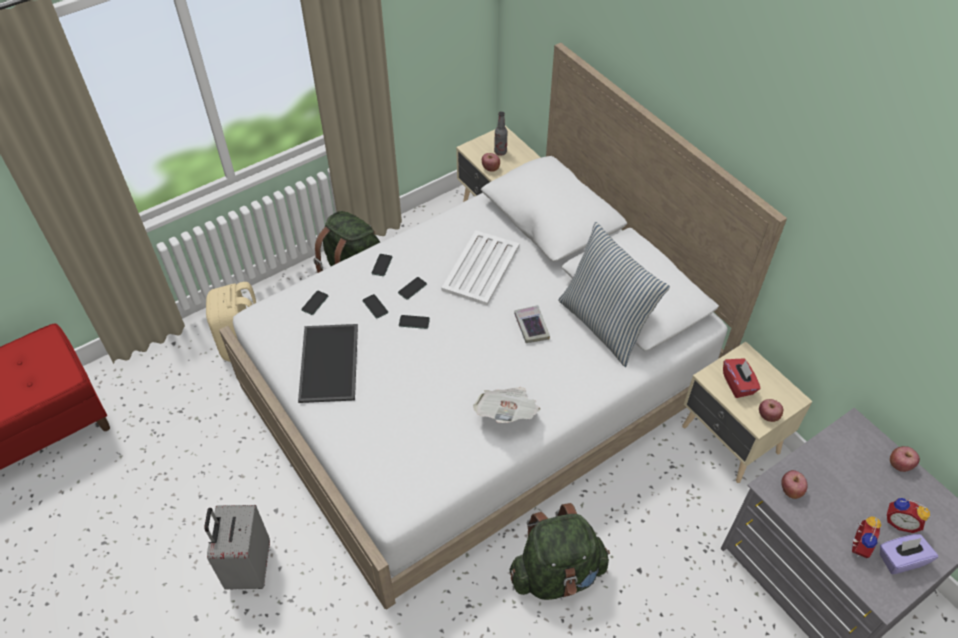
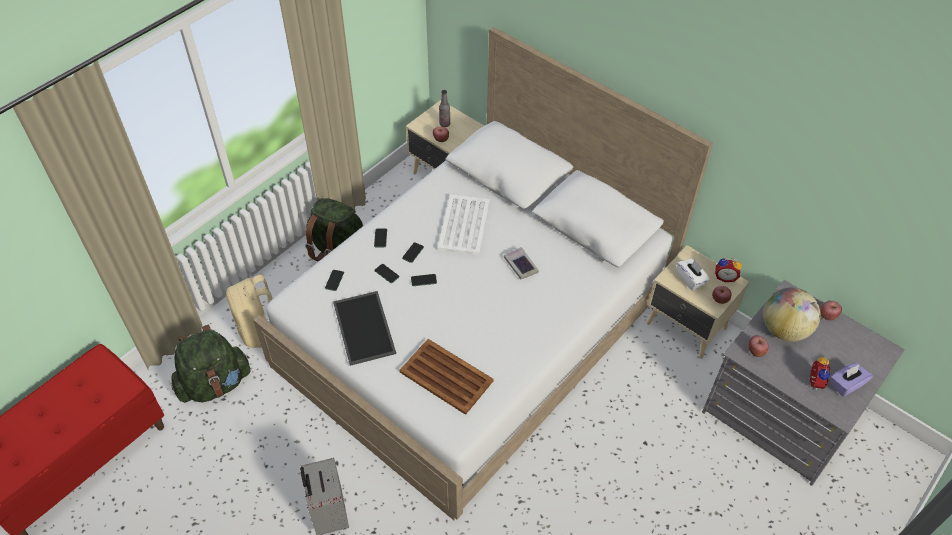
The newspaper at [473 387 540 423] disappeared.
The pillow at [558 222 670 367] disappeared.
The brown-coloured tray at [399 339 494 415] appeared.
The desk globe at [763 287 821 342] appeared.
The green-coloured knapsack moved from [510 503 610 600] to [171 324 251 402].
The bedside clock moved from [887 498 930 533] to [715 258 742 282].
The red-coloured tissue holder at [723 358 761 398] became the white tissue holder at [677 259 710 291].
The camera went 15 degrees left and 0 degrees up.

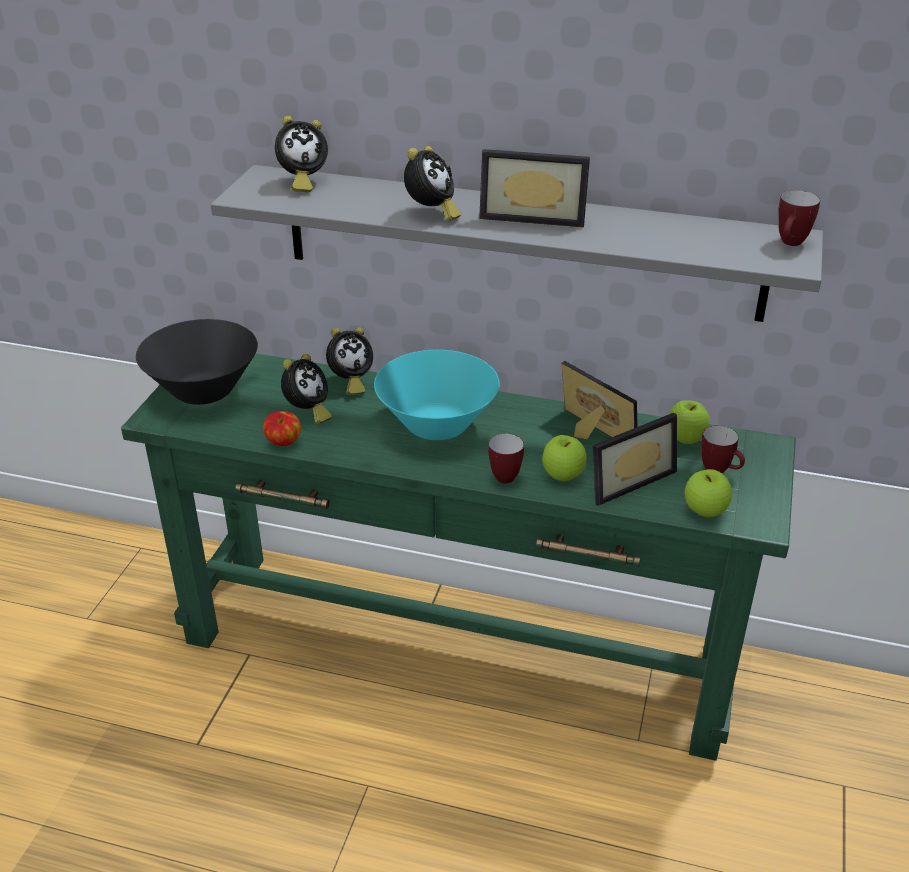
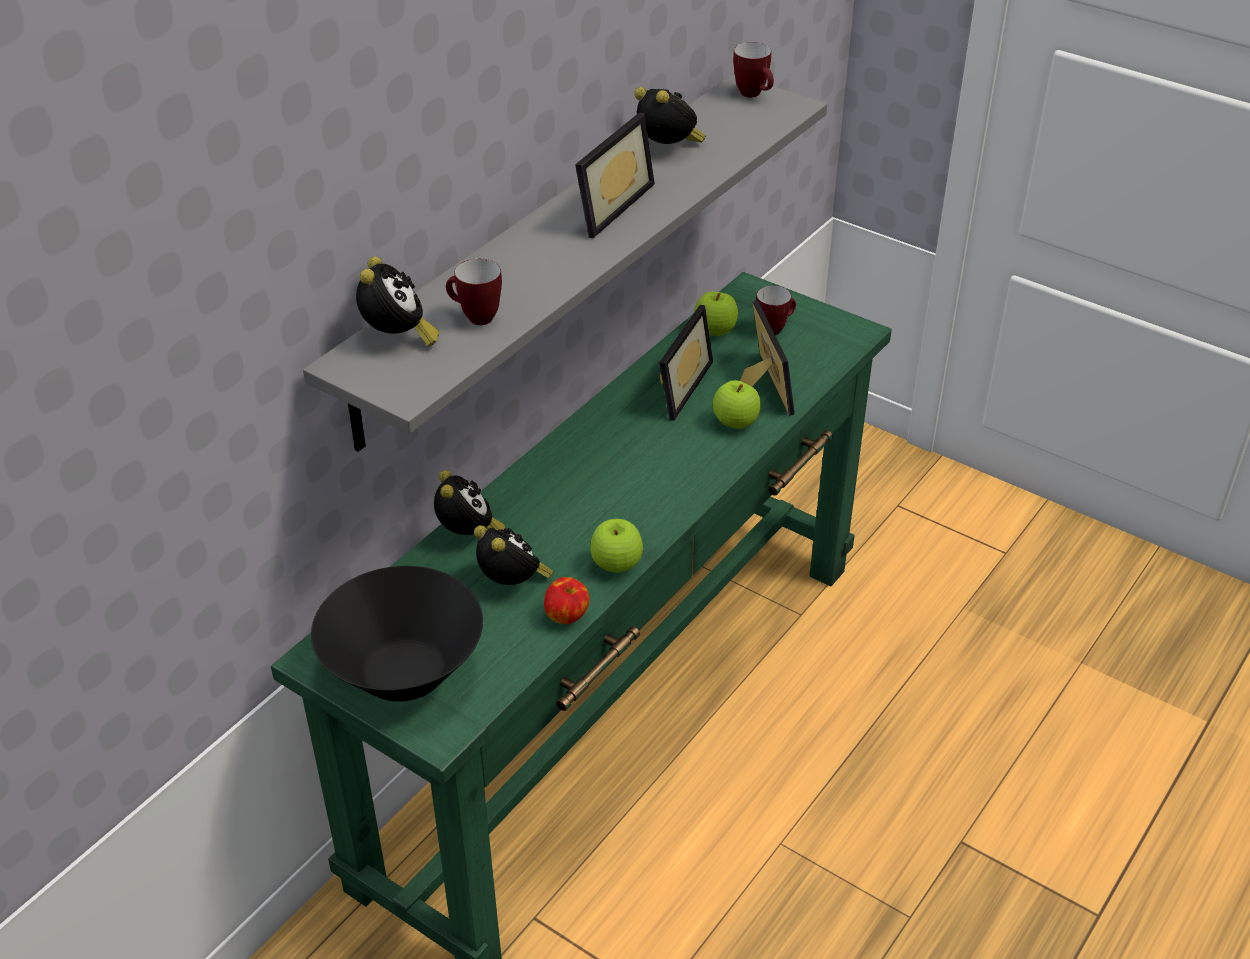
The turquoise bowl at [374 350 500 440] disappeared.
The bedside clock moved from [404 146 462 221] to [634 87 706 144].
The mug moved from [488 433 524 484] to [446 259 502 325].
The apple moved from [685 469 732 517] to [590 519 643 573].
The standing frame at [561 361 638 439] turned 135 degrees clockwise.
The camera went 70 degrees left and 5 degrees up.

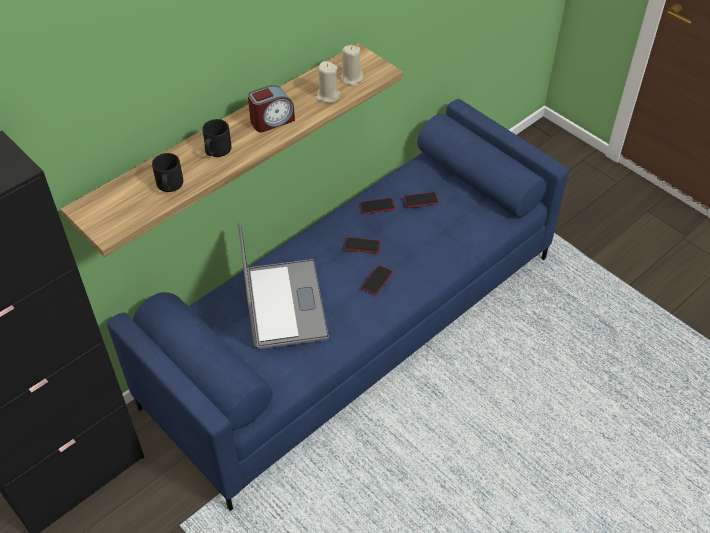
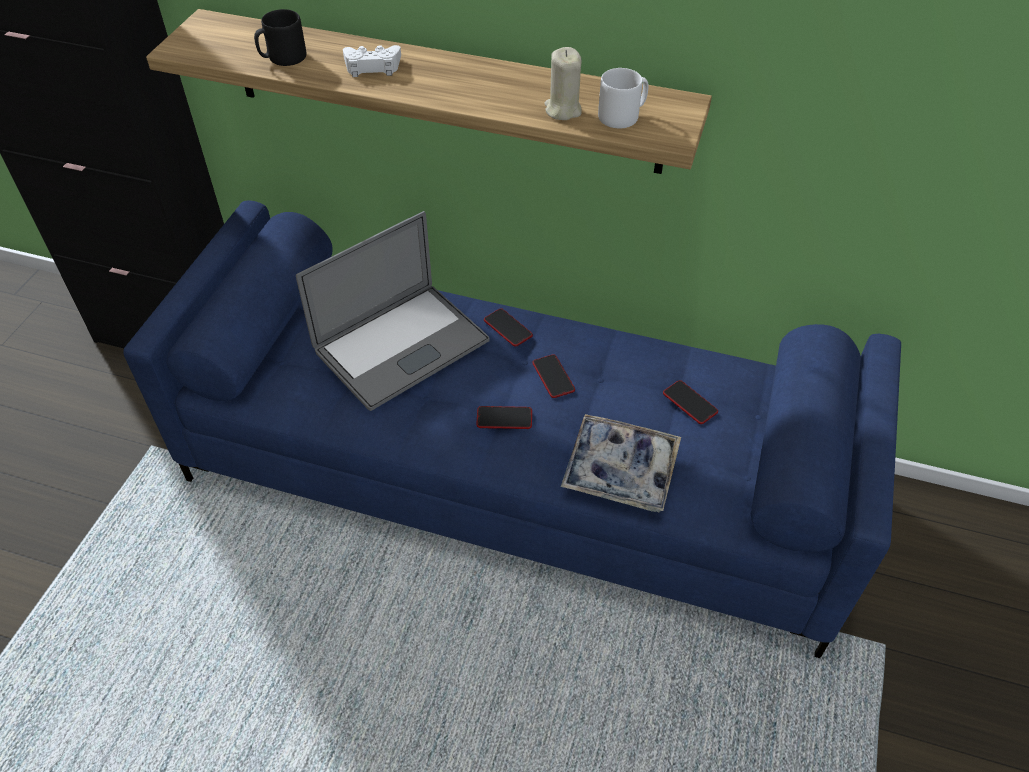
The bedside clock at [248 85 295 132] disappeared.
The tray at [561 414 681 512] appeared.
The phone moved from [360 198 395 214] to [484 308 533 347].
The black-coloured mug at [202 119 232 157] was replaced by the white joypad at [343 45 401 77].
The beige wax candle at [340 45 363 86] was replaced by the white mug at [598 68 648 129].
The camera went 60 degrees right and 0 degrees up.

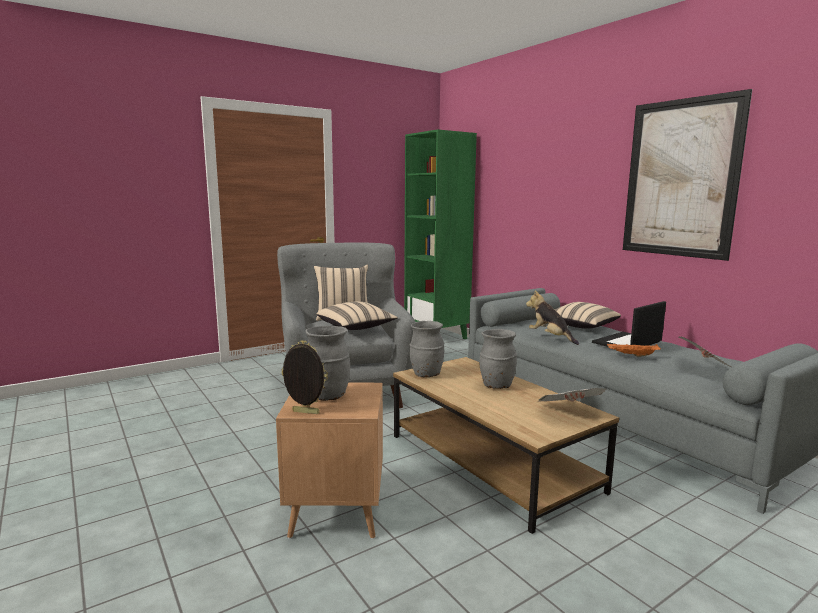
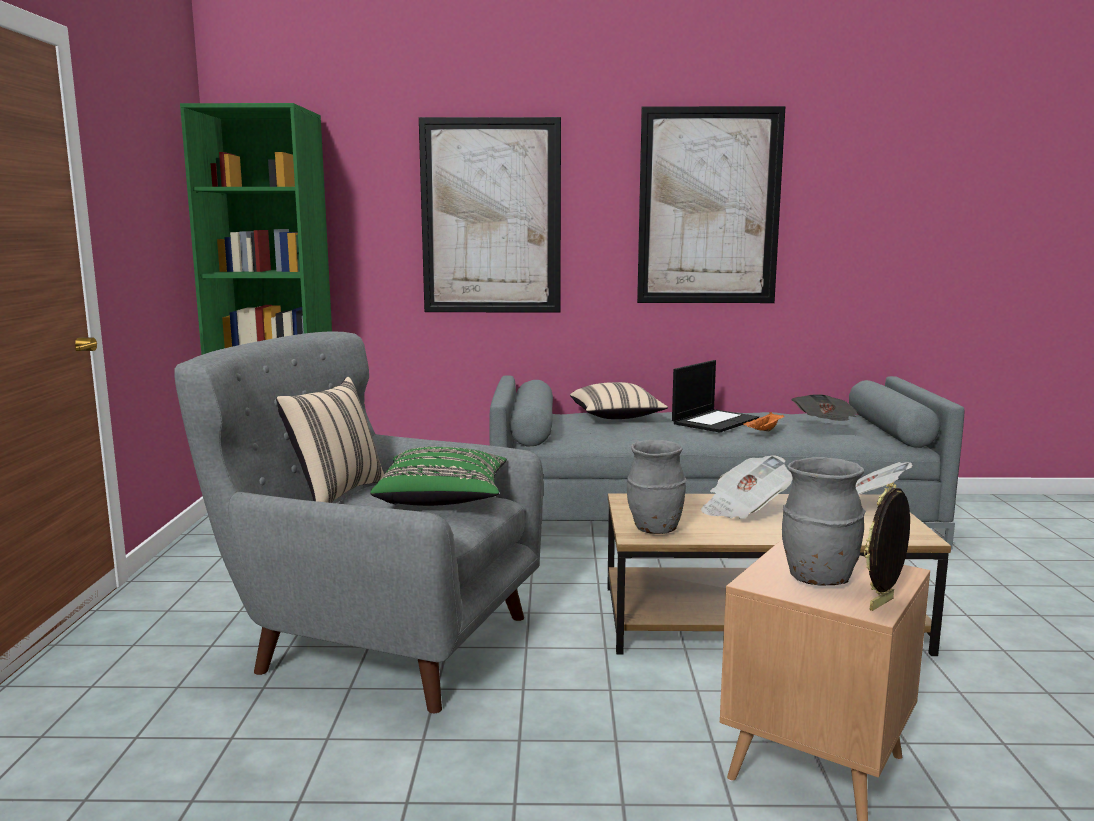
The cuddly toy at [526 291 579 345] disappeared.
The picture at [419 117 561 312] appeared.
The gray decorative vase at [479 329 517 389] was replaced by the newspaper at [701 456 793 519].
The beige pillow at [316 301 398 330] became the green-coloured pillow at [370 447 507 506].
The portable computer at [592 301 666 347] turned 135 degrees counterclockwise.
The camera went 55 degrees left and 0 degrees up.

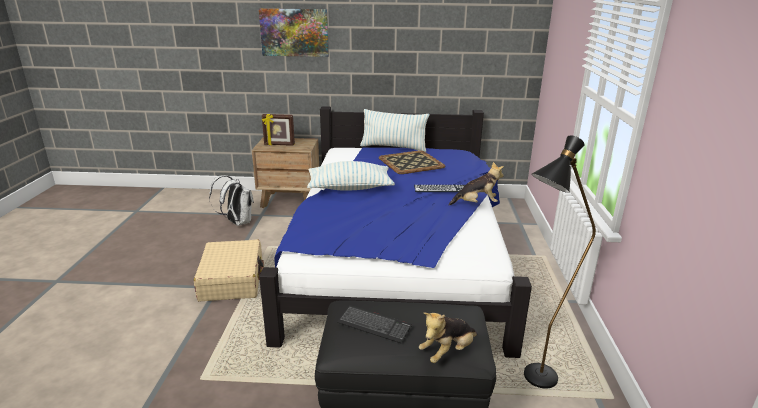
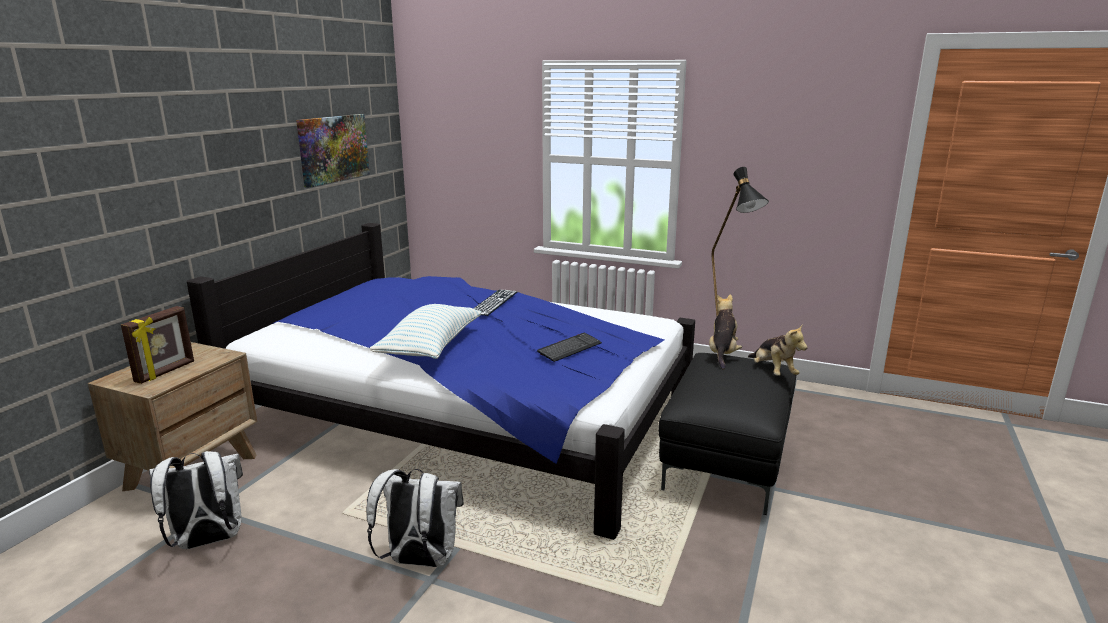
The pillow at [360 109 429 152] disappeared.
The tray at [379 150 445 174] disappeared.
The picture moved from [259 8 329 57] to [296 114 370 187].
The keyboard moved from [337 305 412 344] to [537 333 602 362].
The cuddly toy moved from [448 162 504 205] to [709 294 742 370].
The beige suitcase at [194 239 264 301] was replaced by the white knapsack at [367 469 464 567].
The camera went 70 degrees left and 5 degrees down.

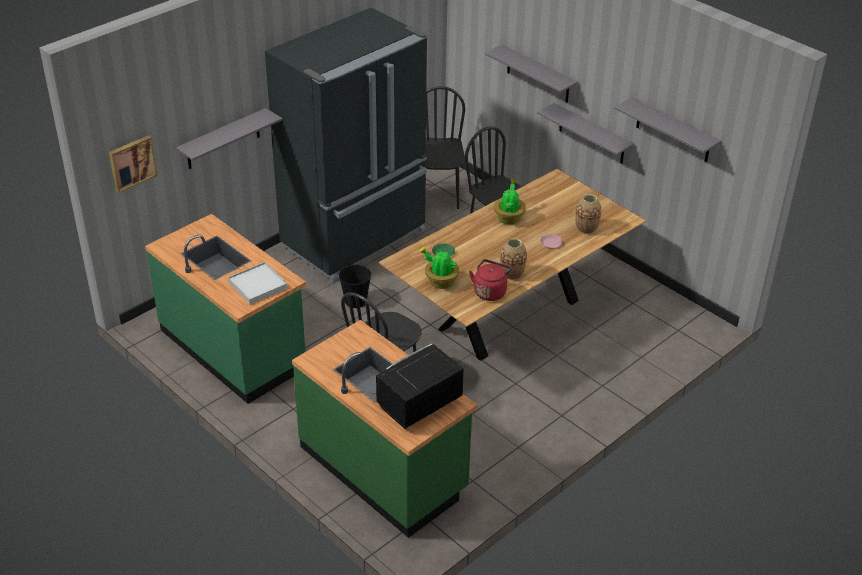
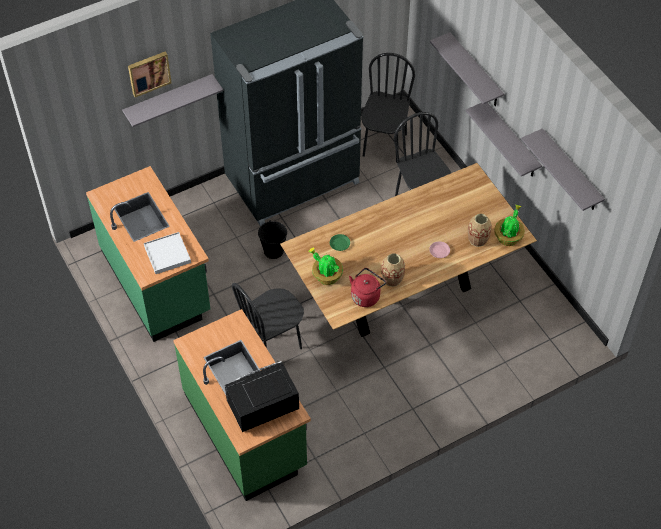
The picture moved from [109 135 158 193] to [128 52 172 98].
The potted plant moved from [494 179 526 225] to [494 205 525 246].
The camera went 15 degrees right and 15 degrees up.

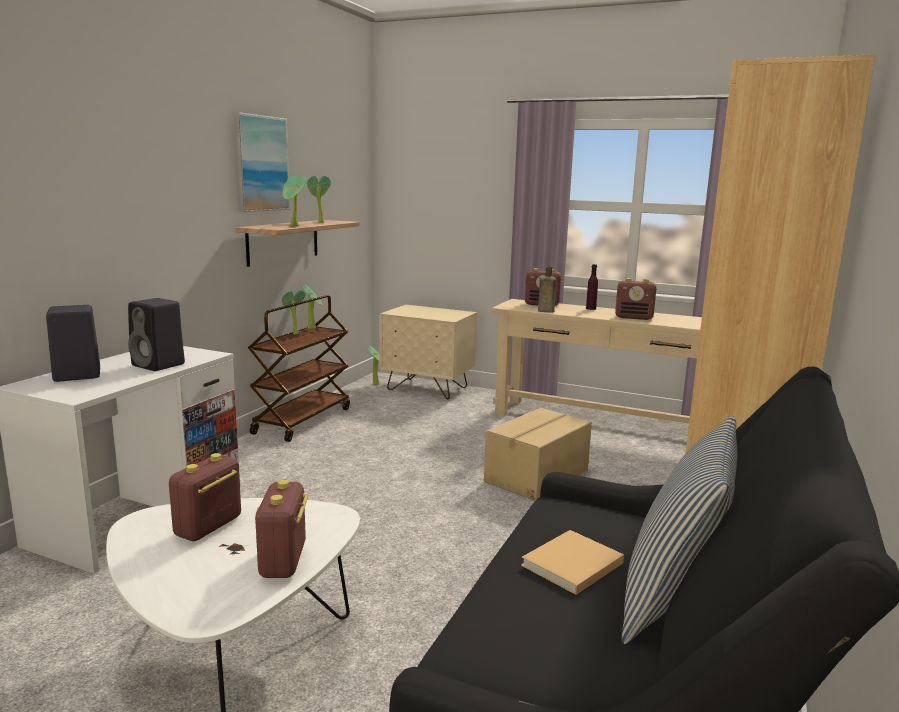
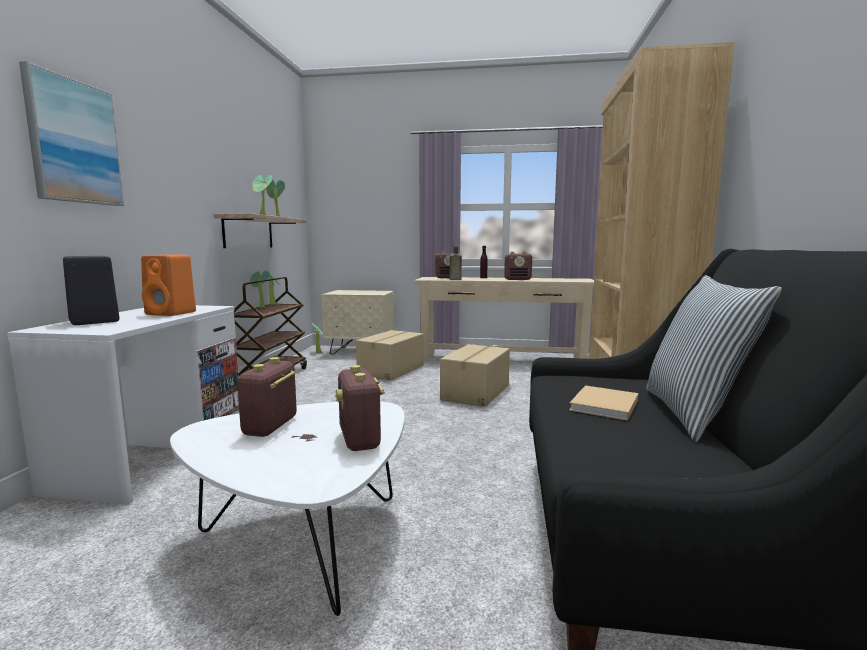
The cardboard box at [356 330 424 381] appeared.
The picture moved from [233 112 290 212] to [19 61 125 206].
The black-coloured audio speaker at [128 298 185 371] became the orange-coloured audio speaker at [141 254 196 316].
The camera went 15 degrees left and 5 degrees down.

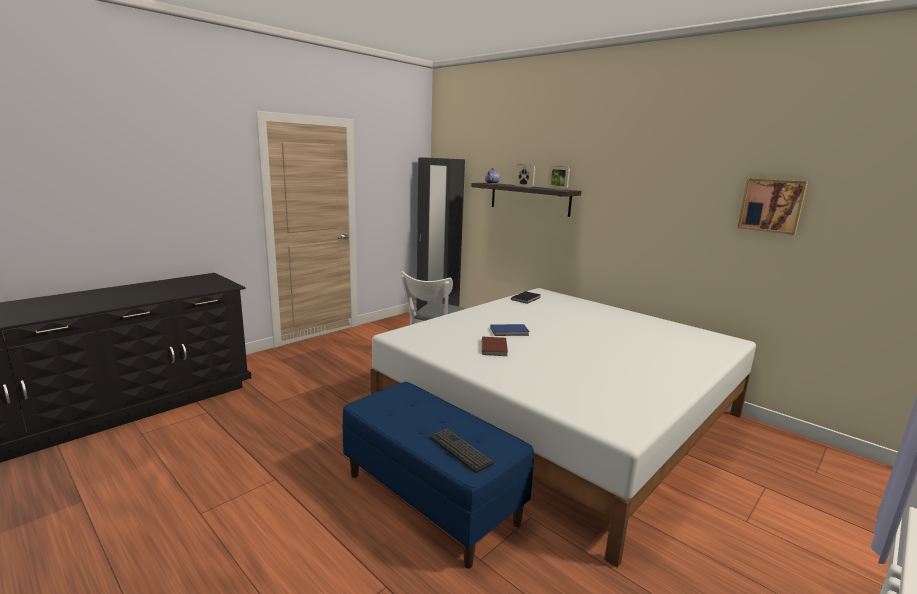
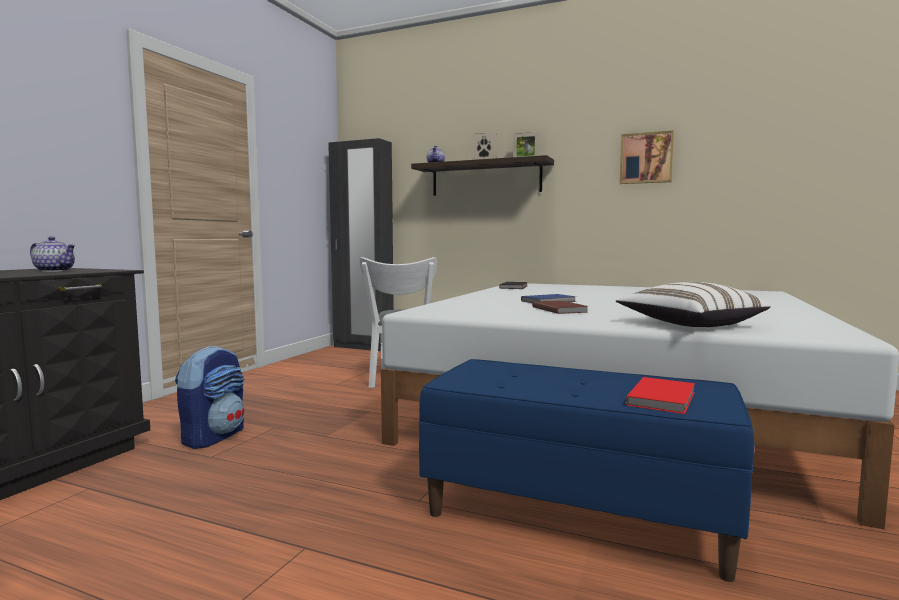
The tea pot at [30 237 76 272] appeared.
The knapsack at [175 346 245 449] appeared.
The white pillow at [616 282 770 327] appeared.
The picture moved from [738 178 808 235] to [620 130 674 184].
The keyboard at [430 429 494 473] was replaced by the red-coloured volume at [625 377 695 414].
The camera went 20 degrees left and 10 degrees down.

